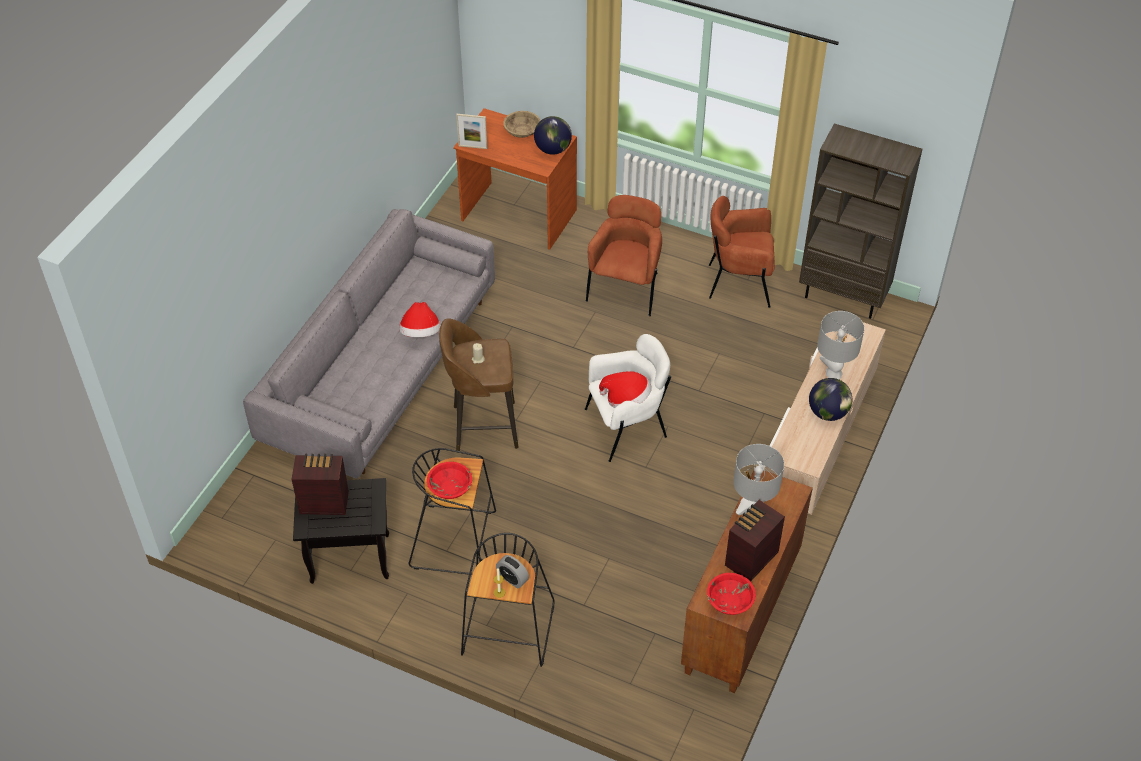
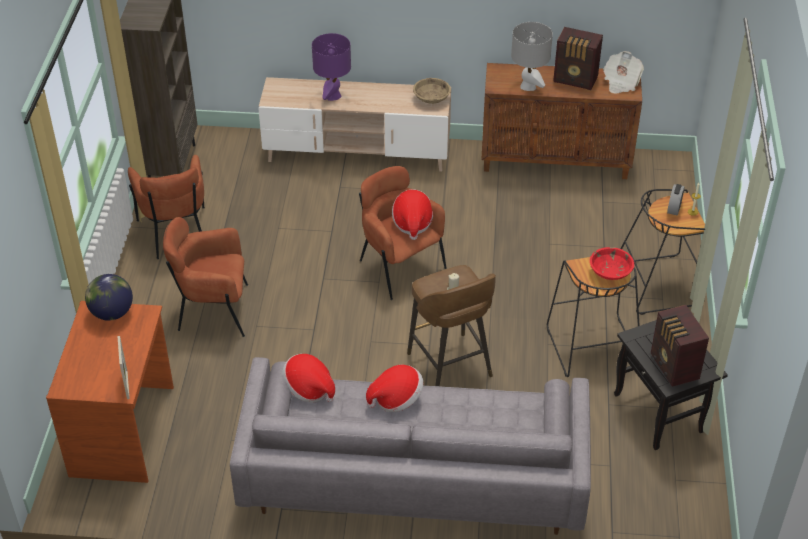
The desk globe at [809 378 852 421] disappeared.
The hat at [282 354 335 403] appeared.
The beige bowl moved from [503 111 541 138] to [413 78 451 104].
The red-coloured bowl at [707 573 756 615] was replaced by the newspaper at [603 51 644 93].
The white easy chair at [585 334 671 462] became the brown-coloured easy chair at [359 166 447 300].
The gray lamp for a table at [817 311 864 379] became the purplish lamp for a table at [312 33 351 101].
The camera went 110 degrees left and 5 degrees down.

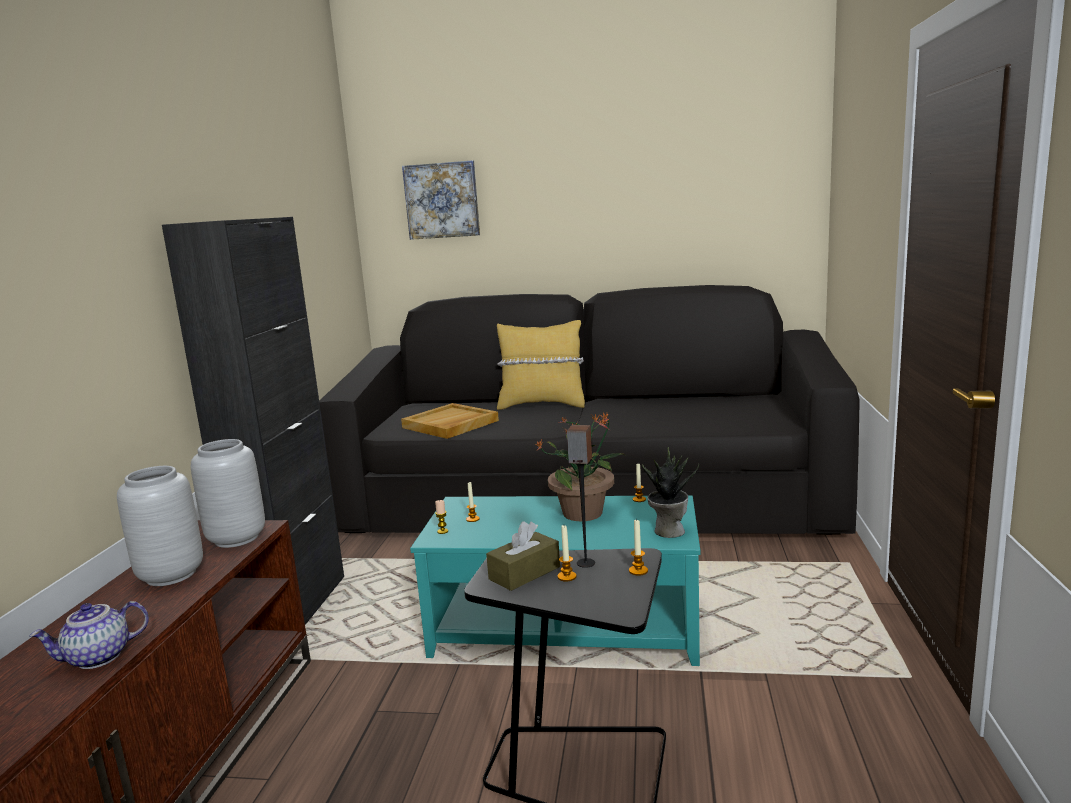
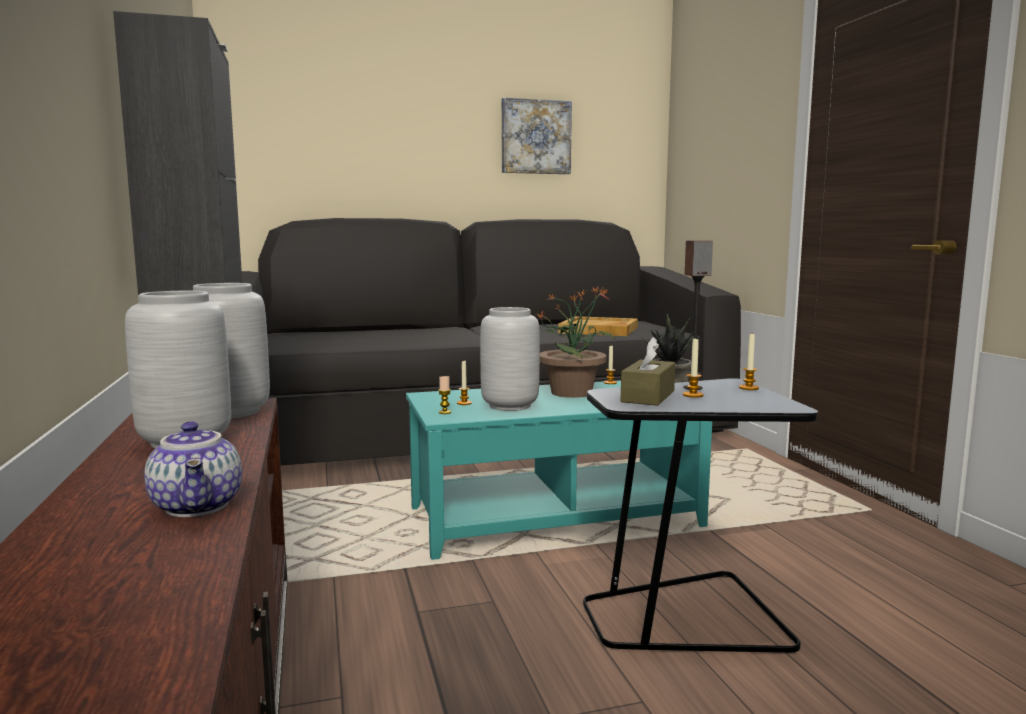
The yellowish pillow at [497 320 585 410] disappeared.
The gray decorative vase at [480 307 540 411] appeared.
The beige tray moved from [401 403 499 439] to [558 316 638 336].
The picture moved from [402 160 480 240] to [502 98 572 174].
The tea pot at [29 601 149 669] turned 60 degrees counterclockwise.
The camera went 25 degrees left and 5 degrees down.

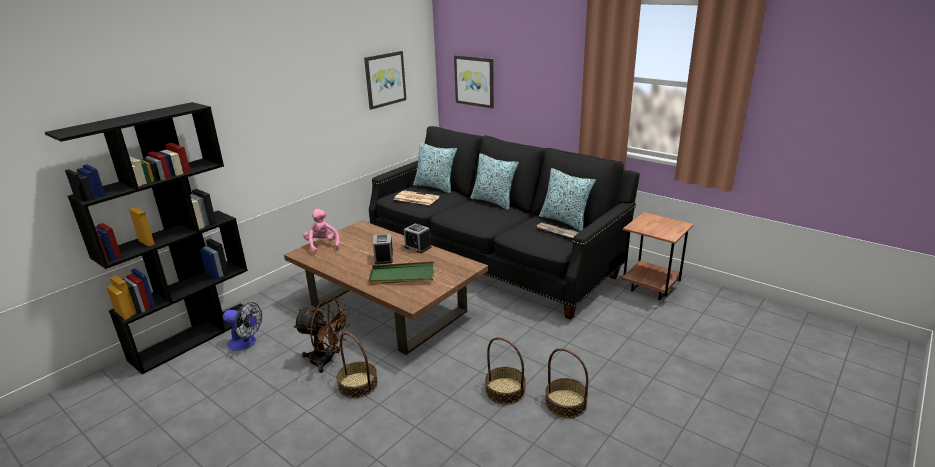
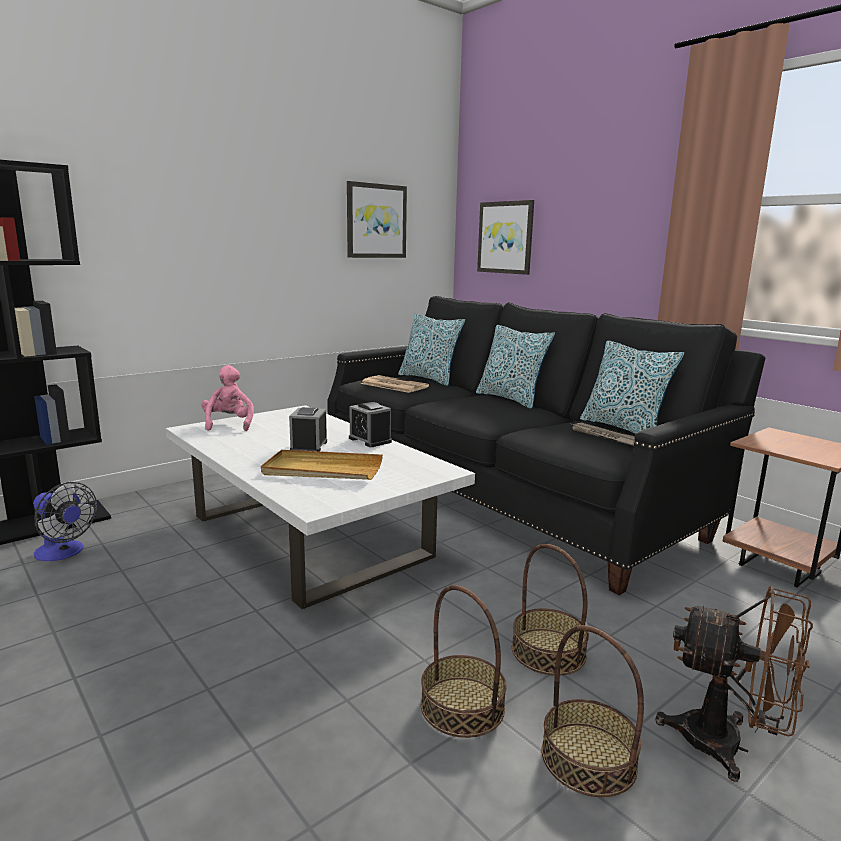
The brown-coloured cooling fan moved from [293 296 350 373] to [656 586 813 782].
The storage basket moved from [336 332 378 398] to [511 544 589 675].
The brown-coloured lounge table at [284 220 488 355] became the white lounge table at [166 405 475 609].
The green-coloured tray at [368 261 434 285] became the beige tray at [261 450 383 480].
The camera went 10 degrees right and 10 degrees down.

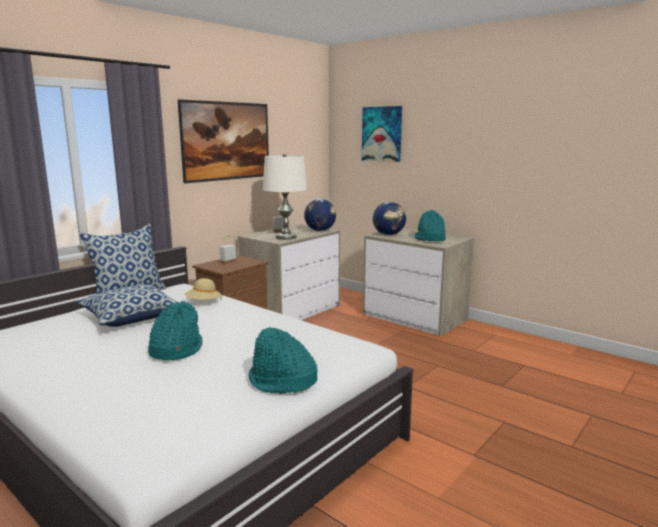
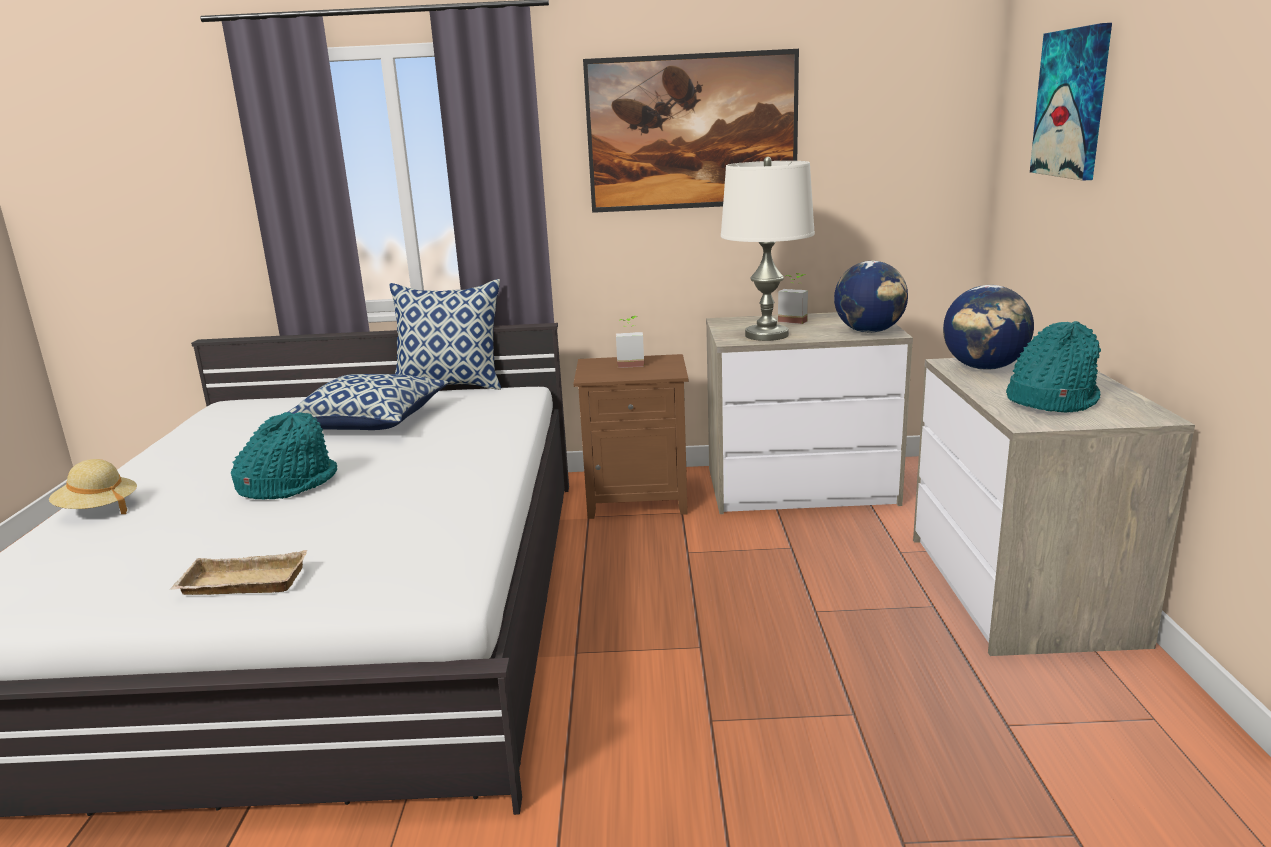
The beige hat moved from [185 278 222 300] to [49 459 137 514].
The turquoise hat at [249 327 318 394] was replaced by the beige tray at [170 550 307 595].
The camera went 50 degrees right and 5 degrees up.

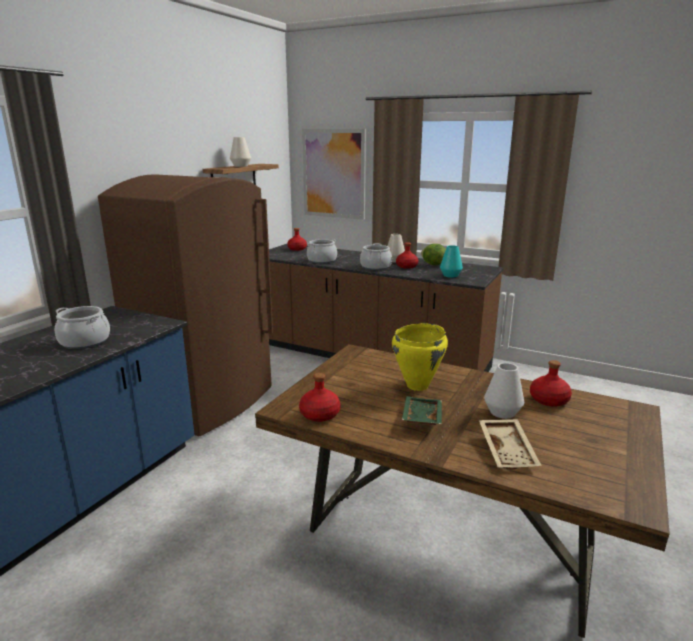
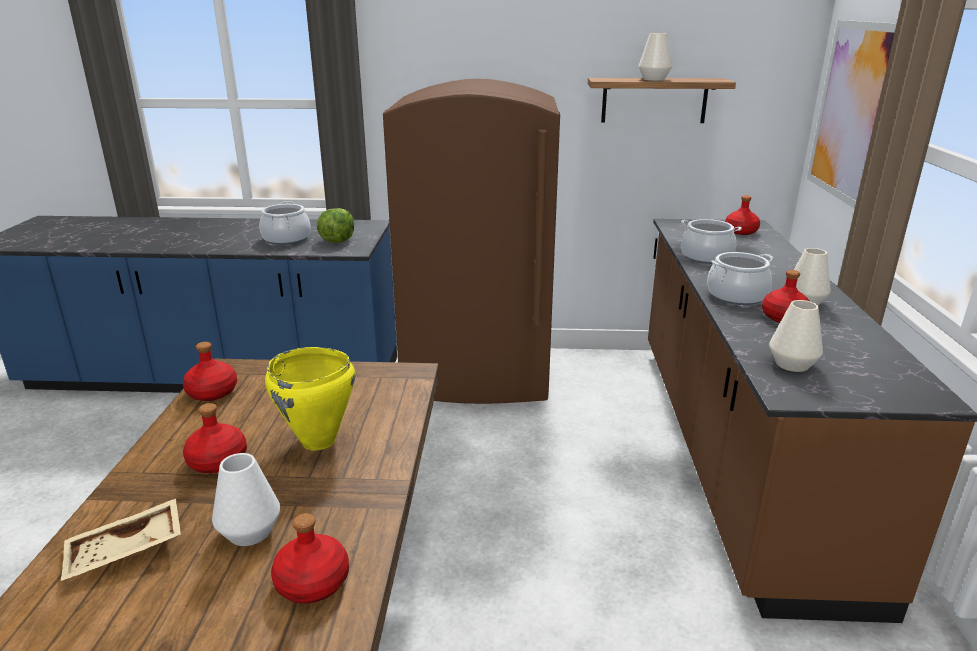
The lettuce head moved from [421 244 446 265] to [317 208 354 243].
The green-coloured tray at [402 396 442 425] was replaced by the red-coloured beverage bottle at [183 403 247 473].
The turquoise decorative vase at [440 245 463 278] became the white decorative vase at [769 300 823 372].
The camera went 65 degrees right and 5 degrees up.

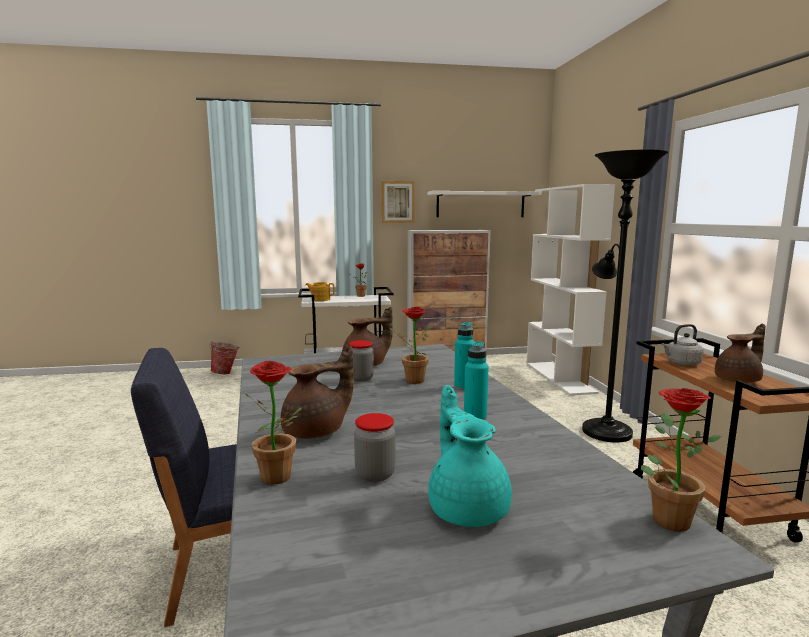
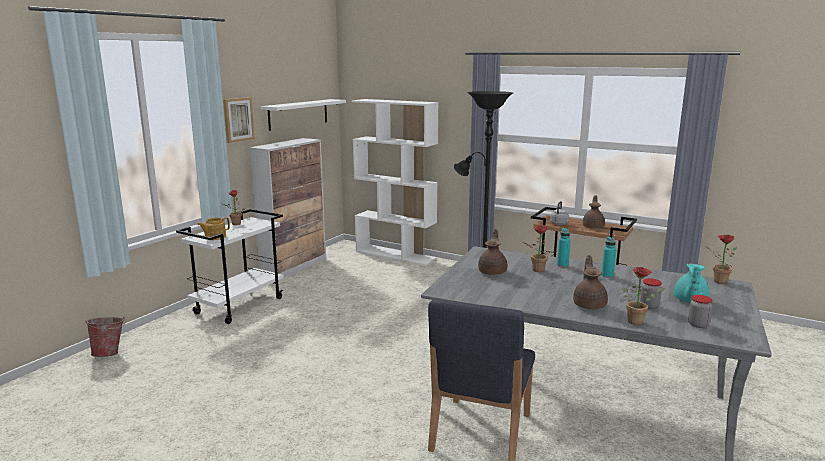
The preserve jar moved from [348 340 374 382] to [688 295 712 328].
The turquoise tea pot at [428 385 512 527] turned 90 degrees counterclockwise.
The camera went 50 degrees left and 5 degrees up.

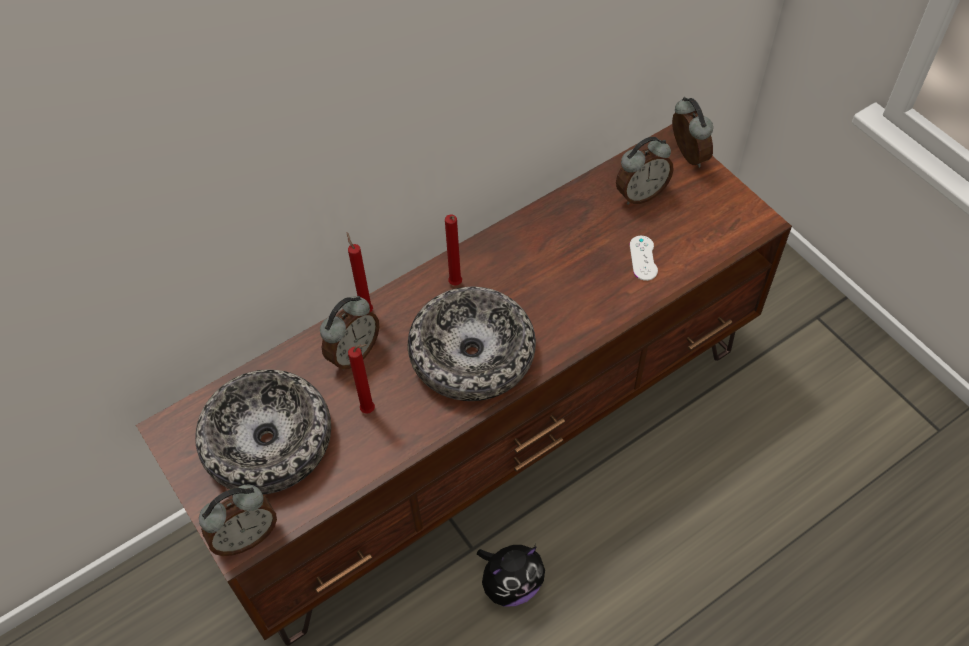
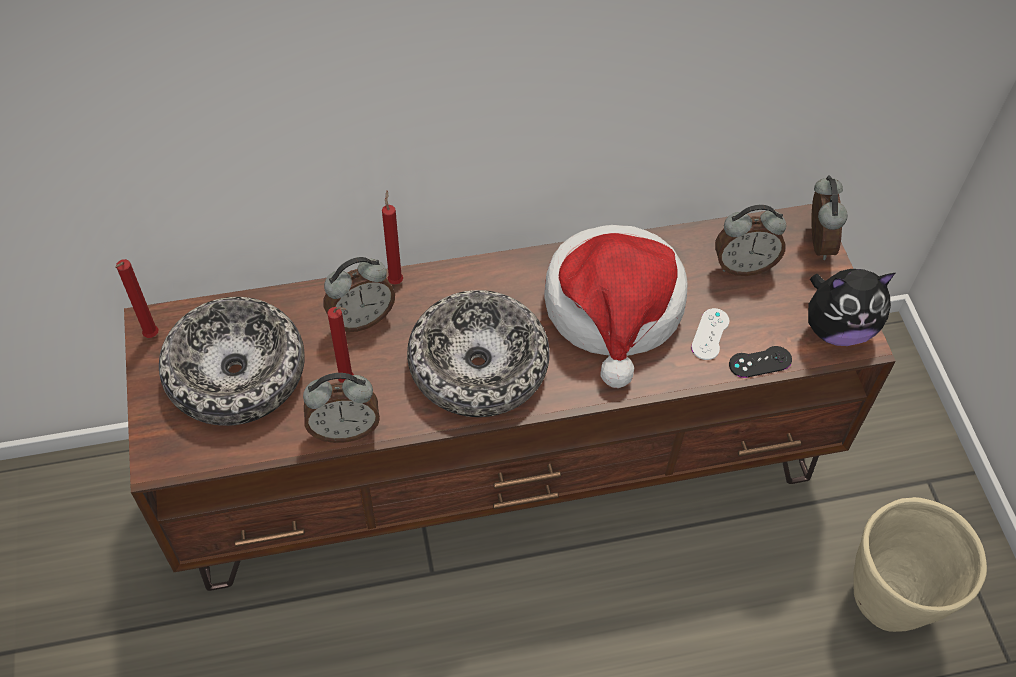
The hat at [544 225 688 388] appeared.
The black-coloured joypad at [729 346 792 378] appeared.
The beige plant pot at [853 497 987 632] appeared.
The bedside clock moved from [199 484 277 556] to [303 373 380 443].
The red-coloured wax candle moved from [445 215 462 285] to [115 259 159 338].
The cuddly toy moved from [477 544 545 607] to [808 269 895 346].
The camera went 20 degrees right and 0 degrees up.

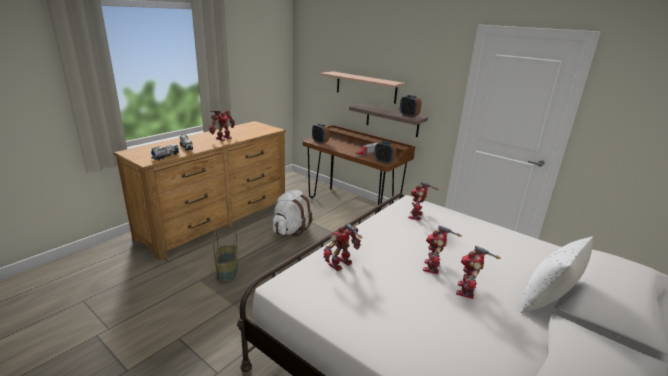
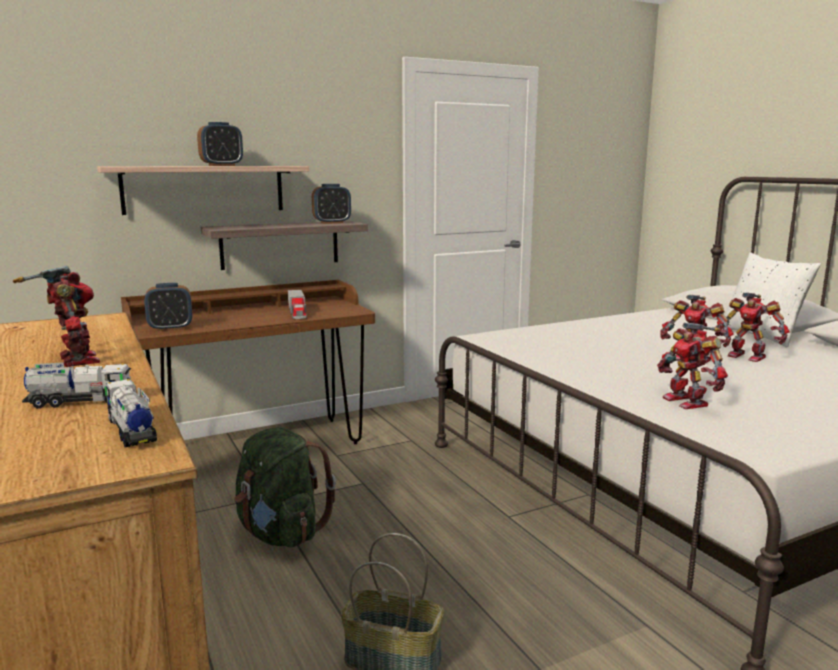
The model robot at [408 181 439 221] disappeared.
The bedside clock moved from [374 141 396 164] to [197 122 243 166].
The white knapsack at [273 190 312 236] became the green-coloured knapsack at [234 427 336 547].
The camera went 65 degrees left and 10 degrees down.

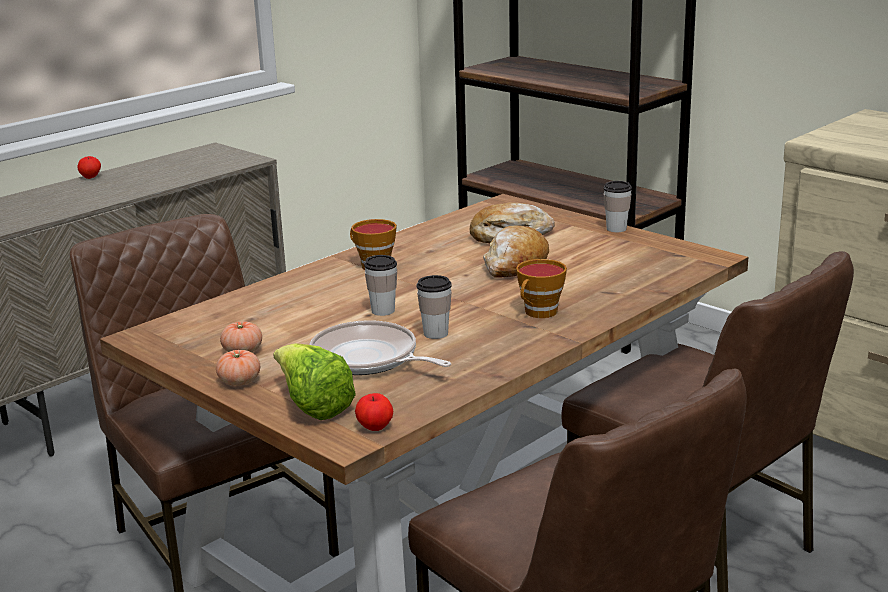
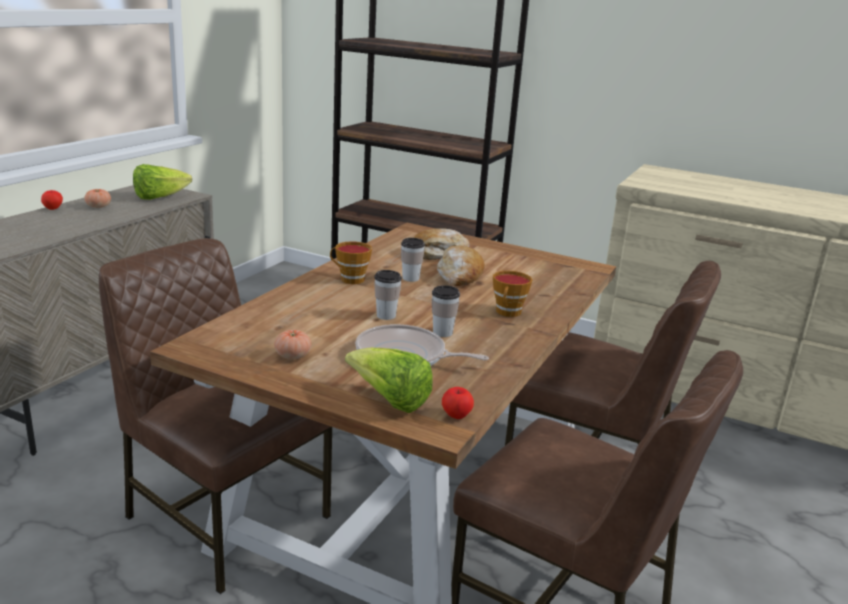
The lettuce head at [133 164 192 200] appeared.
The tomato moved from [216 350 260 386] to [84 189 111 208].
The cup moved from [604 181 632 232] to [401 238 425 282].
The camera went 20 degrees left and 0 degrees up.

